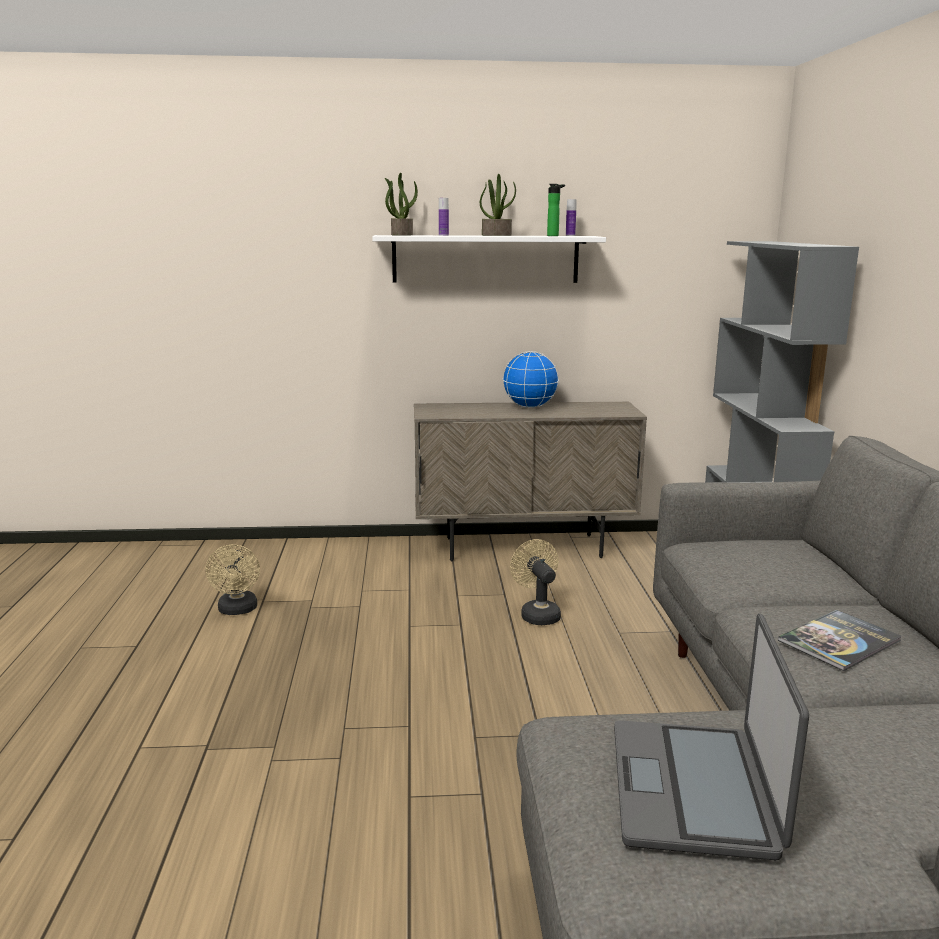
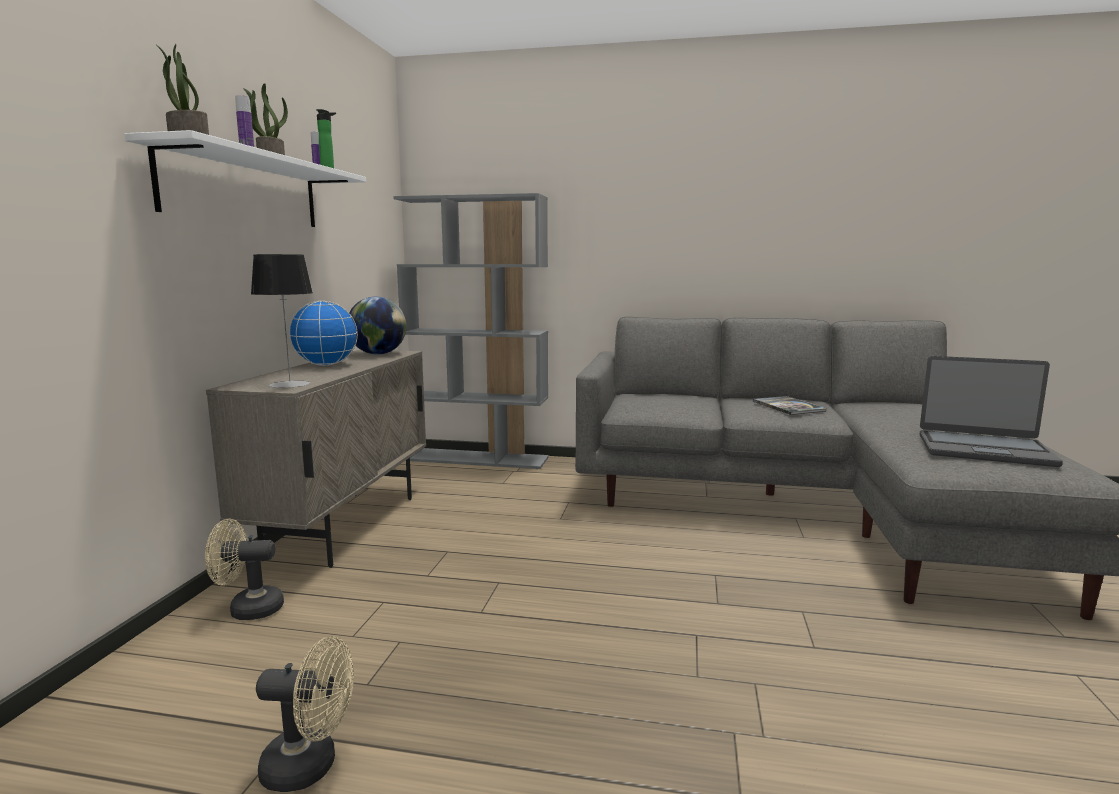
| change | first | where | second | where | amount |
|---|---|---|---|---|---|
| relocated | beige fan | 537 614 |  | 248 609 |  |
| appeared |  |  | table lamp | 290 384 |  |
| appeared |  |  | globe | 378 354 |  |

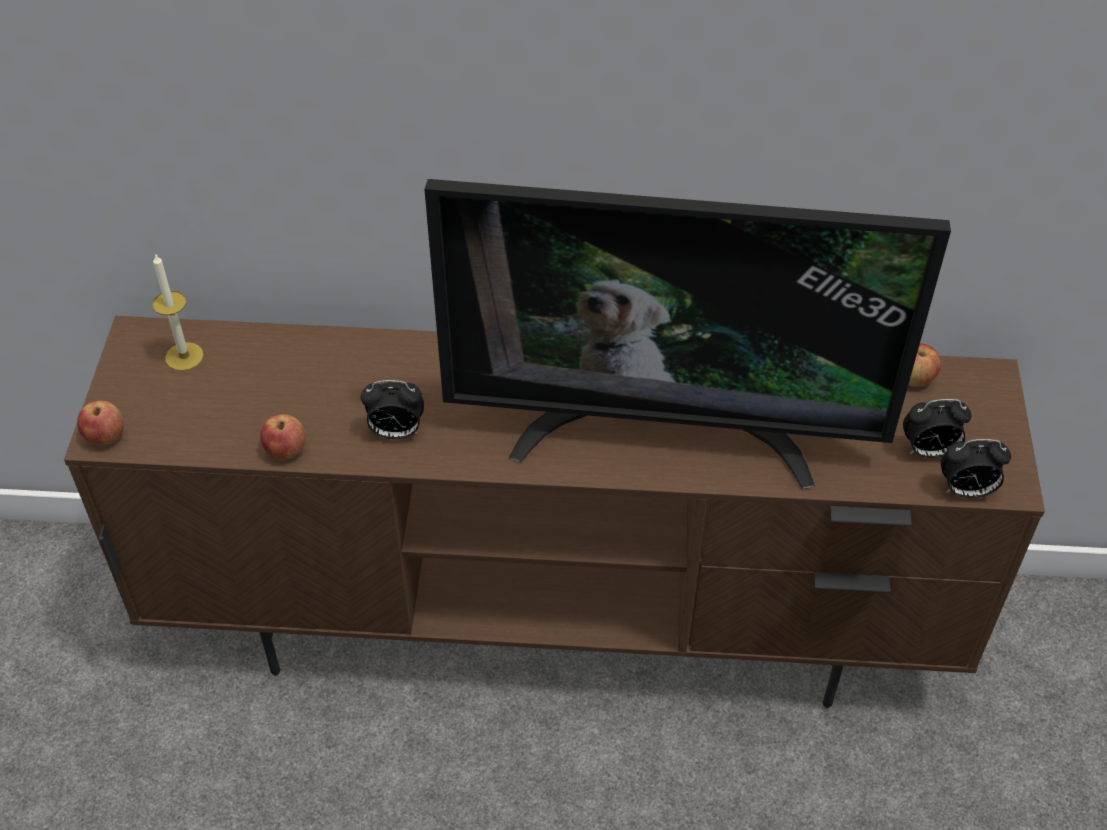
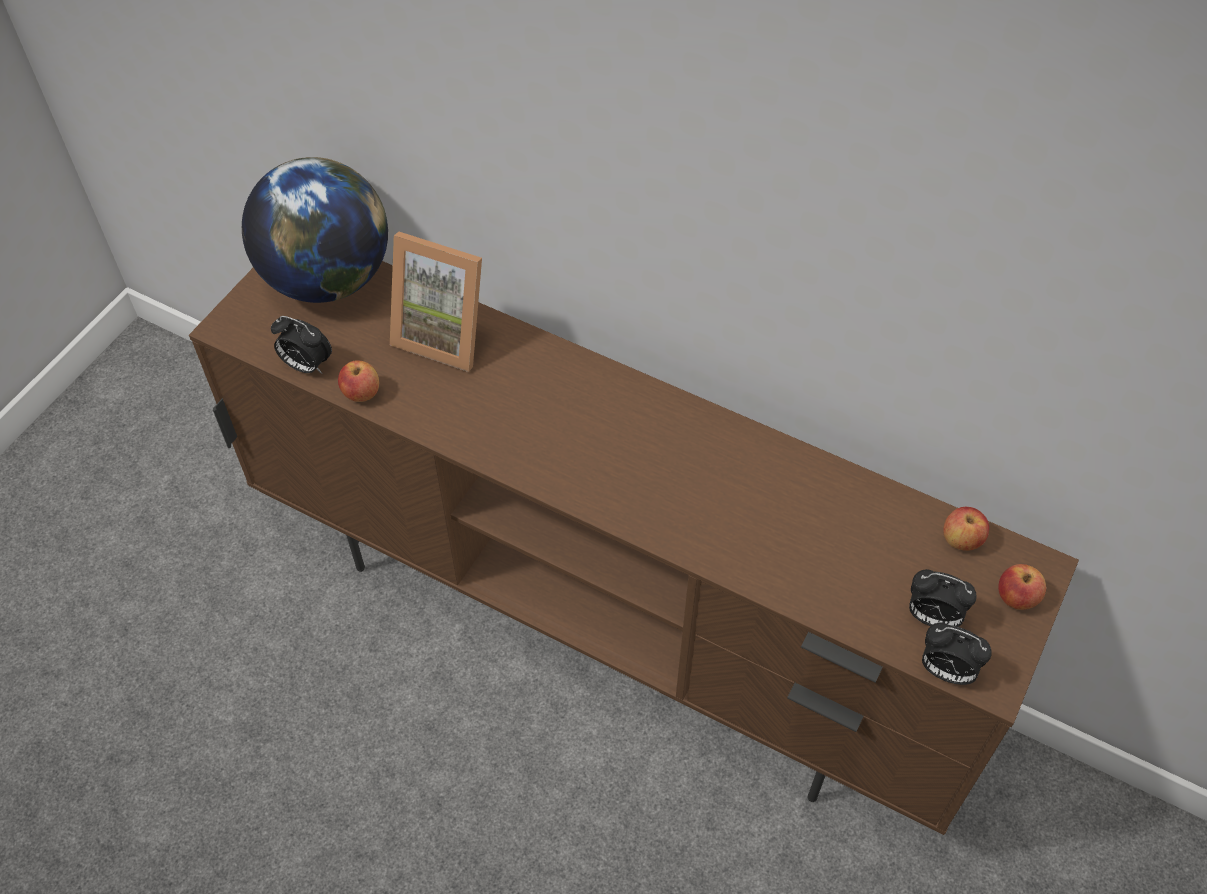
| change | first | where | second | where | amount |
|---|---|---|---|---|---|
| exchanged | candle | 184 356 | globe | 328 279 |  |
| relocated | alarm clock | 395 432 |  | 306 365 |  |
| appeared |  |  | picture frame | 445 333 |  |
| relocated | apple | 105 437 |  | 1015 598 |  |
| missing | television | 664 431 |  |  |  |

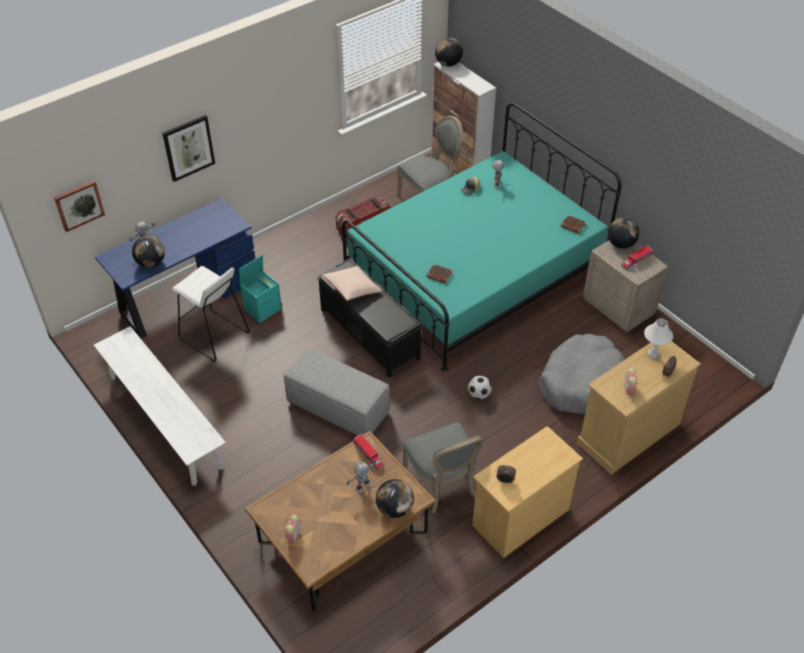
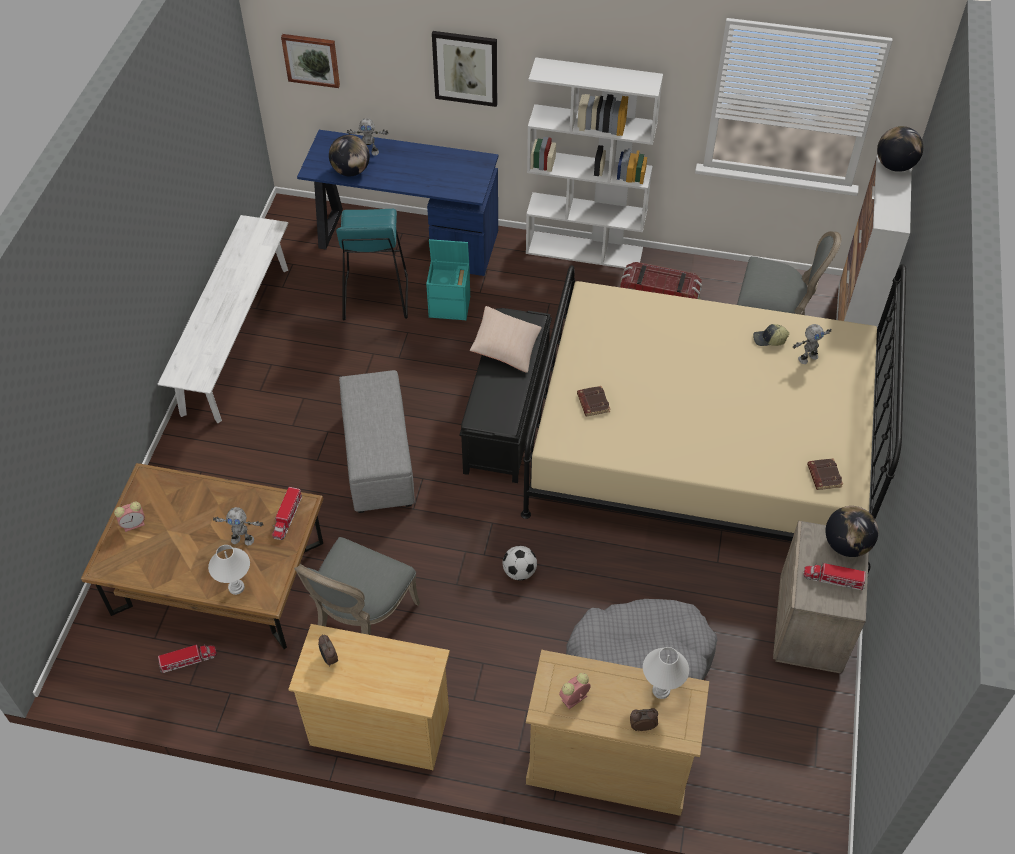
| change | first | where | second | where | amount |
|---|---|---|---|---|---|
| appeared |  |  | toy truck | 188 660 |  |
| exchanged | globe | 394 508 | white table lamp | 236 587 |  |
| colour | white stool | 214 336 | turquoise stool | 375 297 |  |
| colour | turquoise bed | 474 274 | beige bed | 699 446 |  |
| appeared |  |  | white bookcase | 585 250 |  |

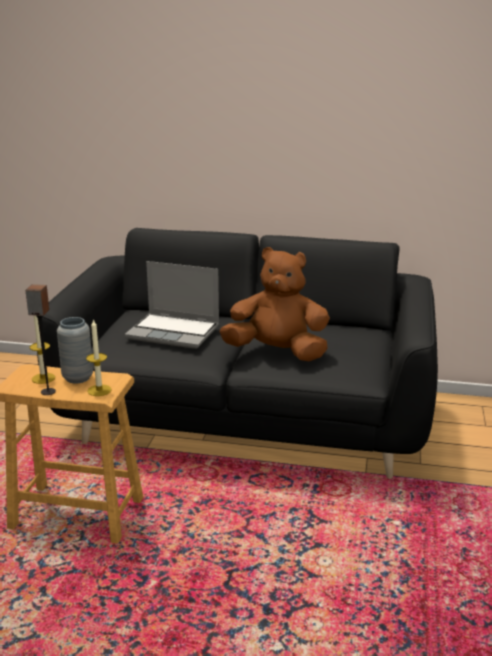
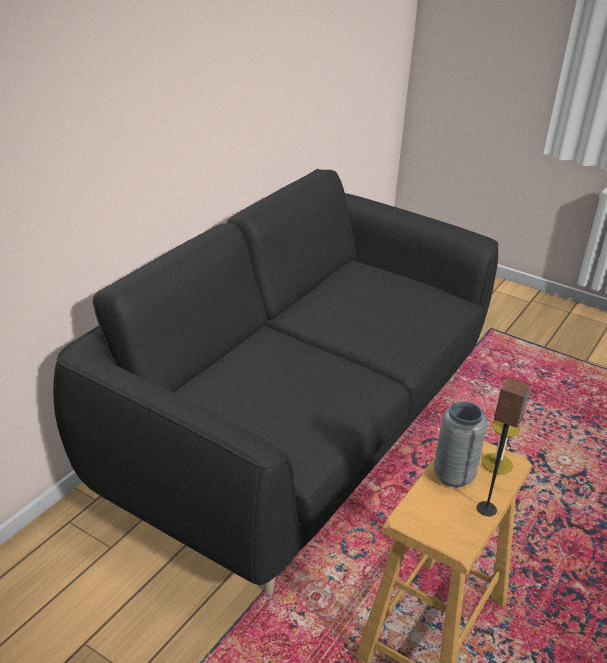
| change | first | where | second | where | amount |
|---|---|---|---|---|---|
| missing | candle | 43 378 |  |  |  |
| missing | laptop | 175 332 |  |  |  |
| missing | brown plush toy | 277 352 |  |  |  |

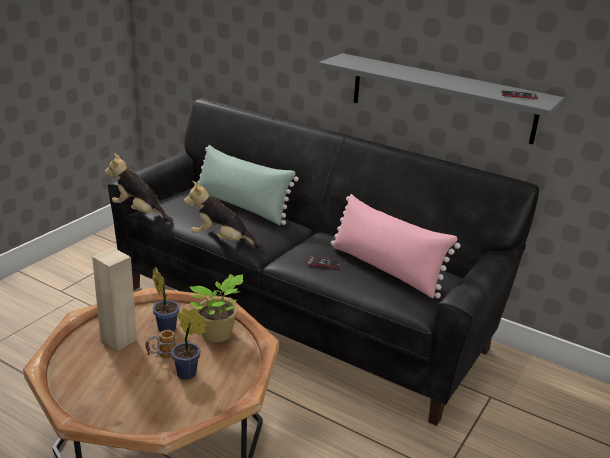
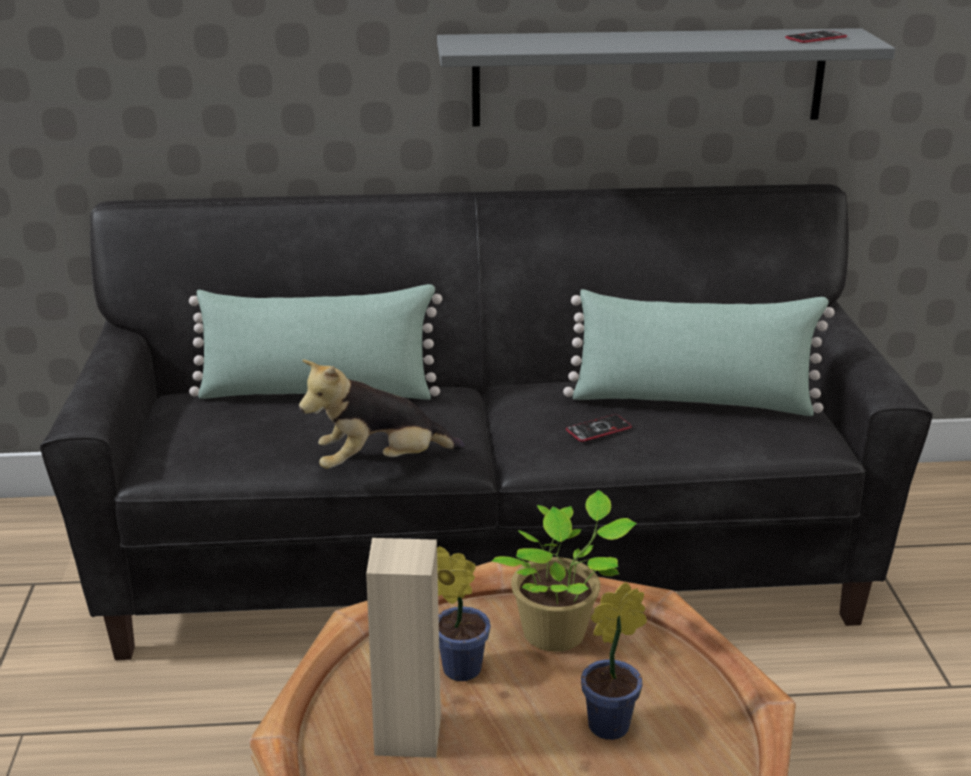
| change | first | where | second | where | amount |
|---|---|---|---|---|---|
| colour | pink pillow | 386 269 | green pillow | 692 401 |  |
| missing | plush toy | 139 212 |  |  |  |
| missing | mug | 161 357 |  |  |  |

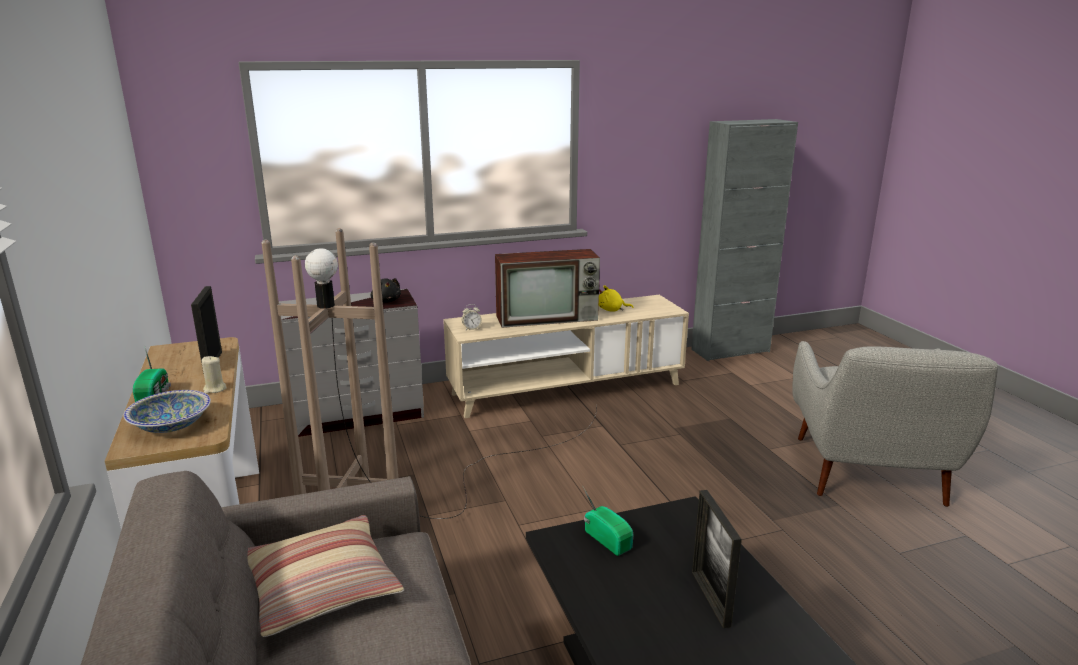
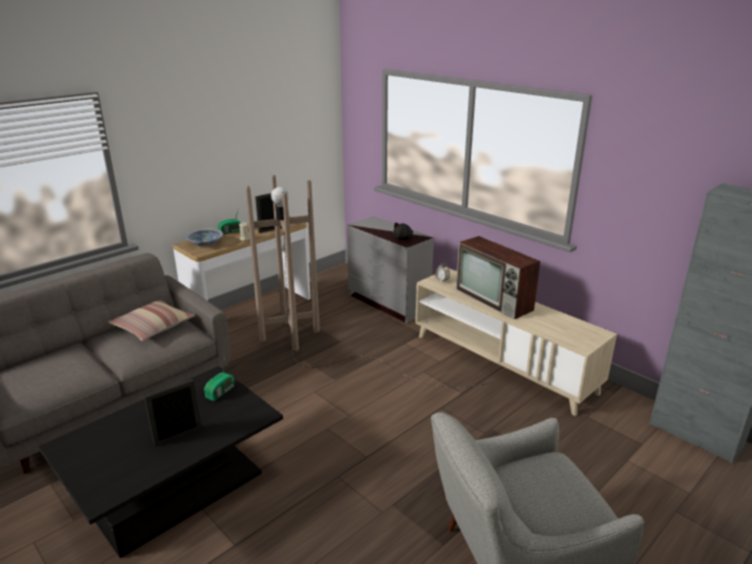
| change | first | where | second | where | amount |
|---|---|---|---|---|---|
| missing | yellow plush toy | 612 310 |  |  |  |

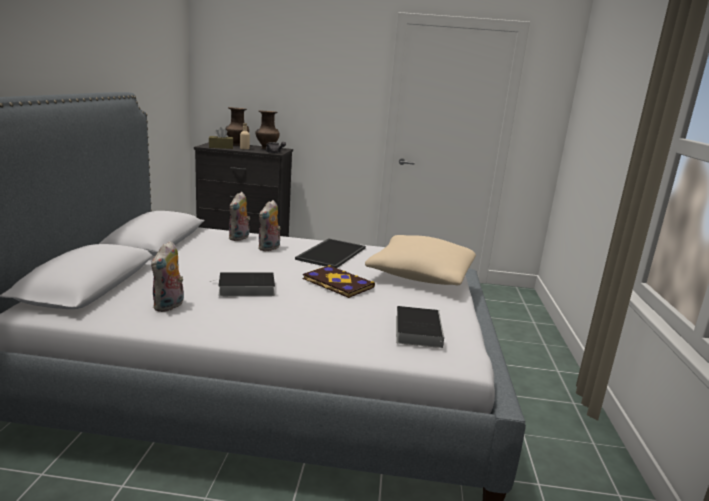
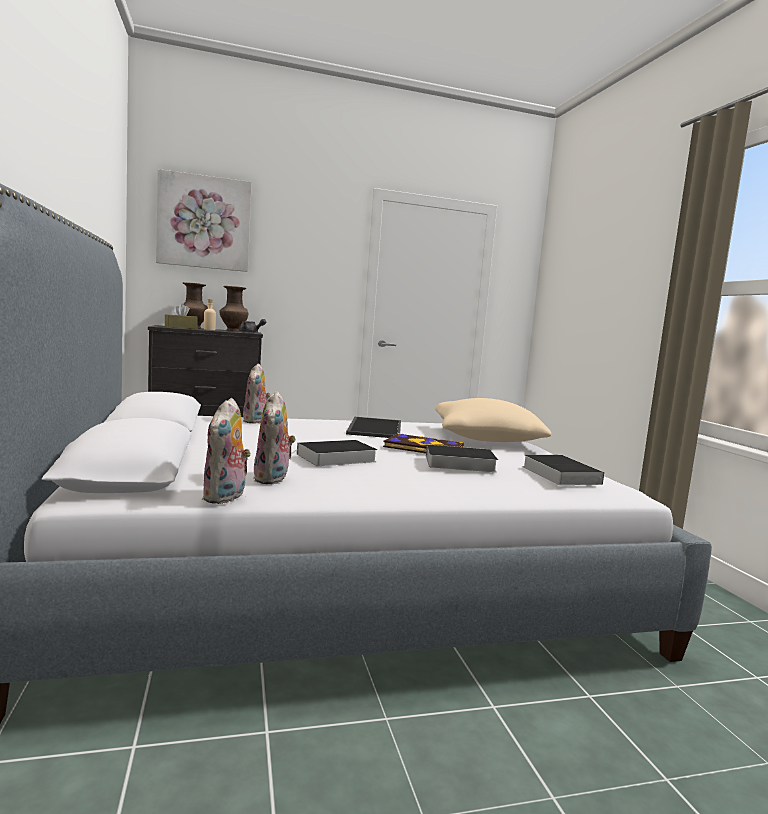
| change | first | where | second | where | amount |
|---|---|---|---|---|---|
| appeared |  |  | picture | 204 222 |  |
| relocated | plush toy | 269 248 |  | 226 497 |  |
| appeared |  |  | book | 457 463 |  |

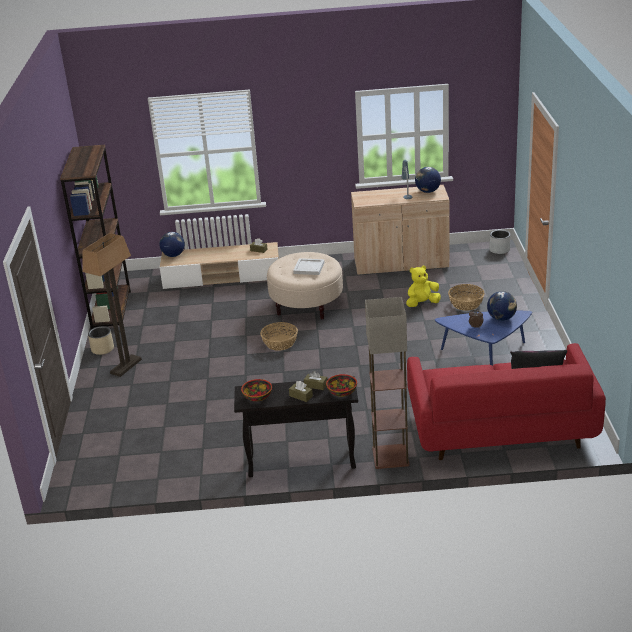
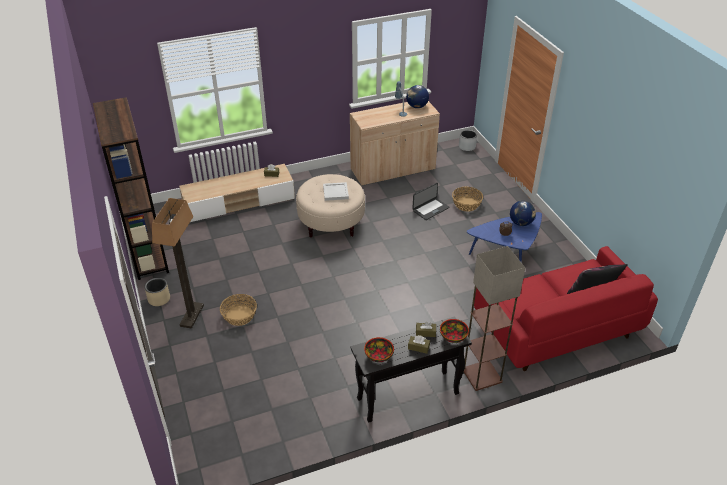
| change | first | where | second | where | amount |
|---|---|---|---|---|---|
| relocated | basket | 280 343 |  | 239 315 |  |
| exchanged | yellow plush toy | 422 304 | laptop | 430 209 |  |
| missing | globe | 173 255 |  |  |  |

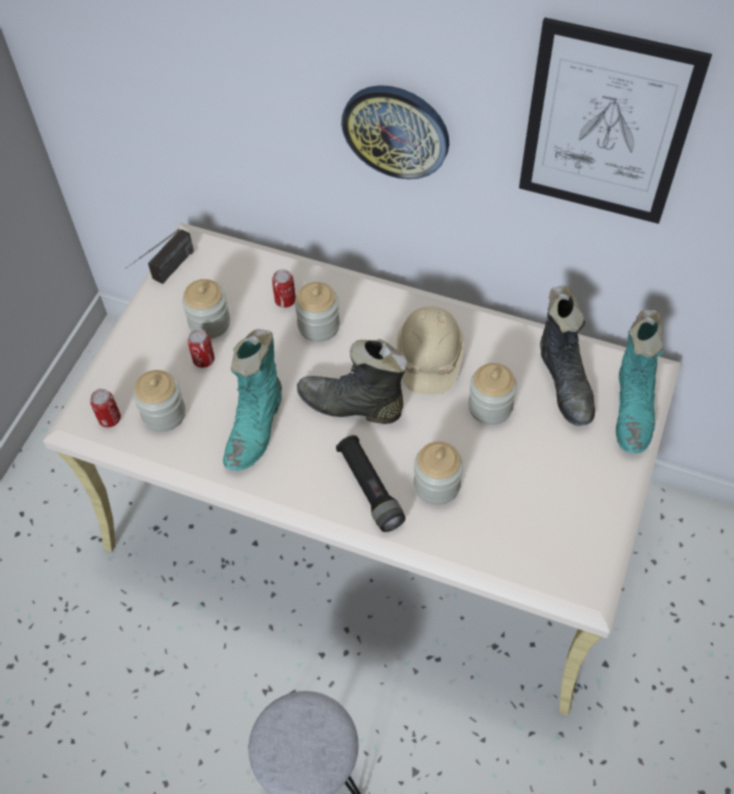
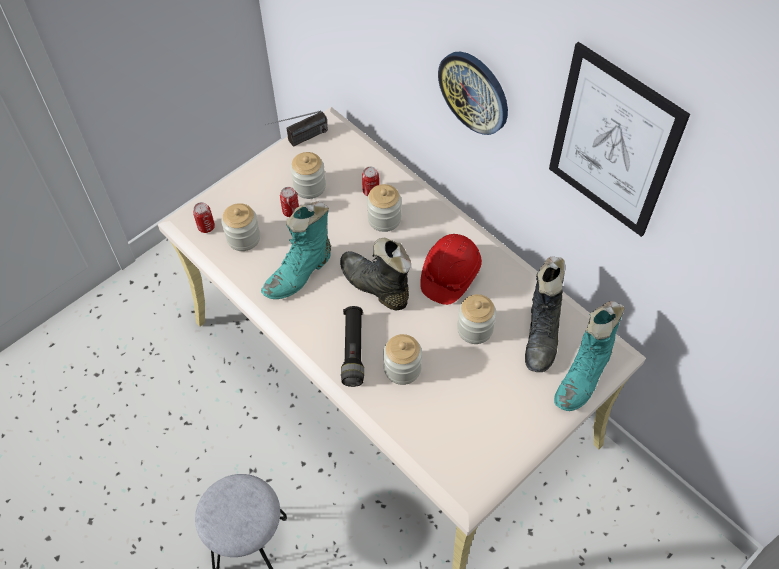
| change | first | where | second | where | amount |
|---|---|---|---|---|---|
| colour | beige hard hat | 428 359 | red hard hat | 449 275 |  |

